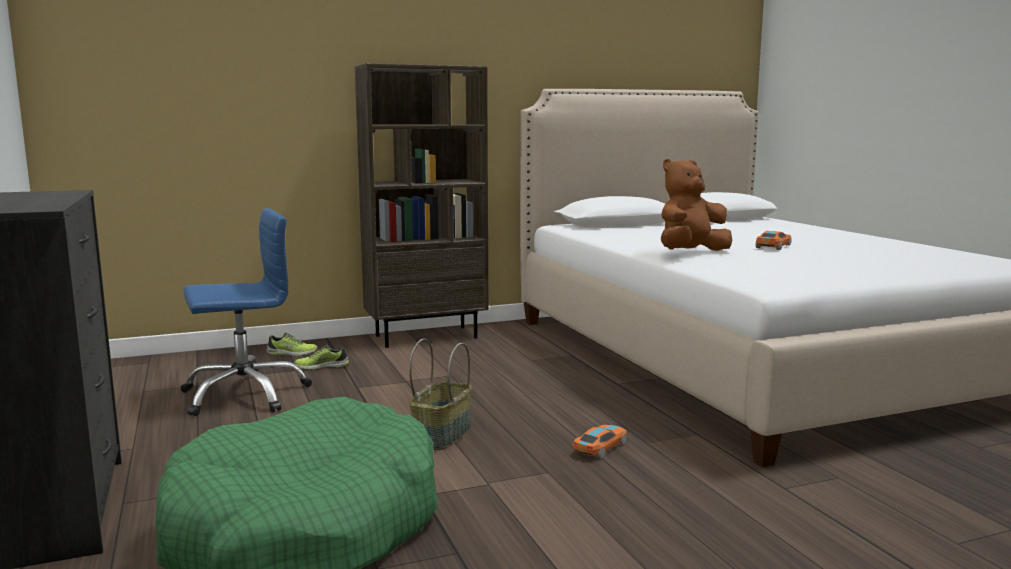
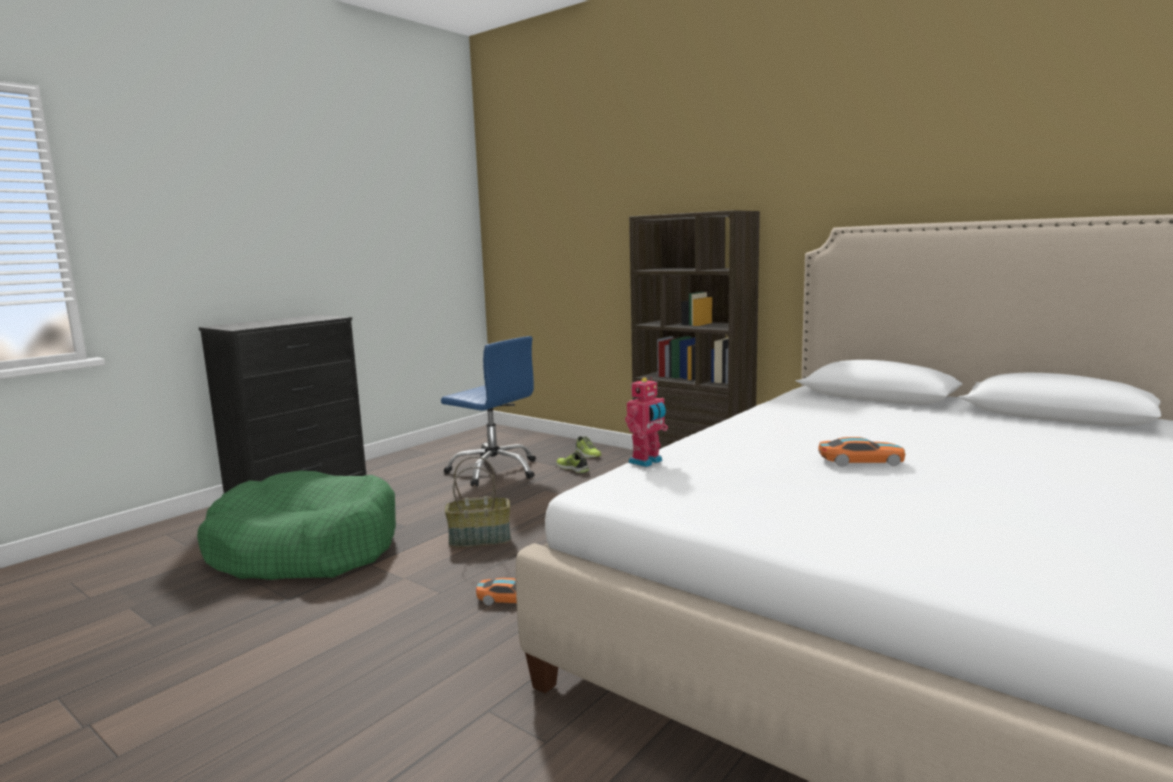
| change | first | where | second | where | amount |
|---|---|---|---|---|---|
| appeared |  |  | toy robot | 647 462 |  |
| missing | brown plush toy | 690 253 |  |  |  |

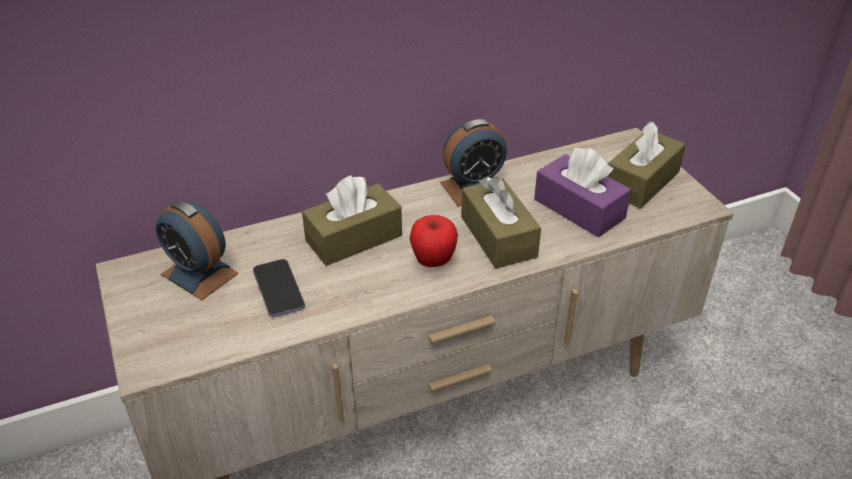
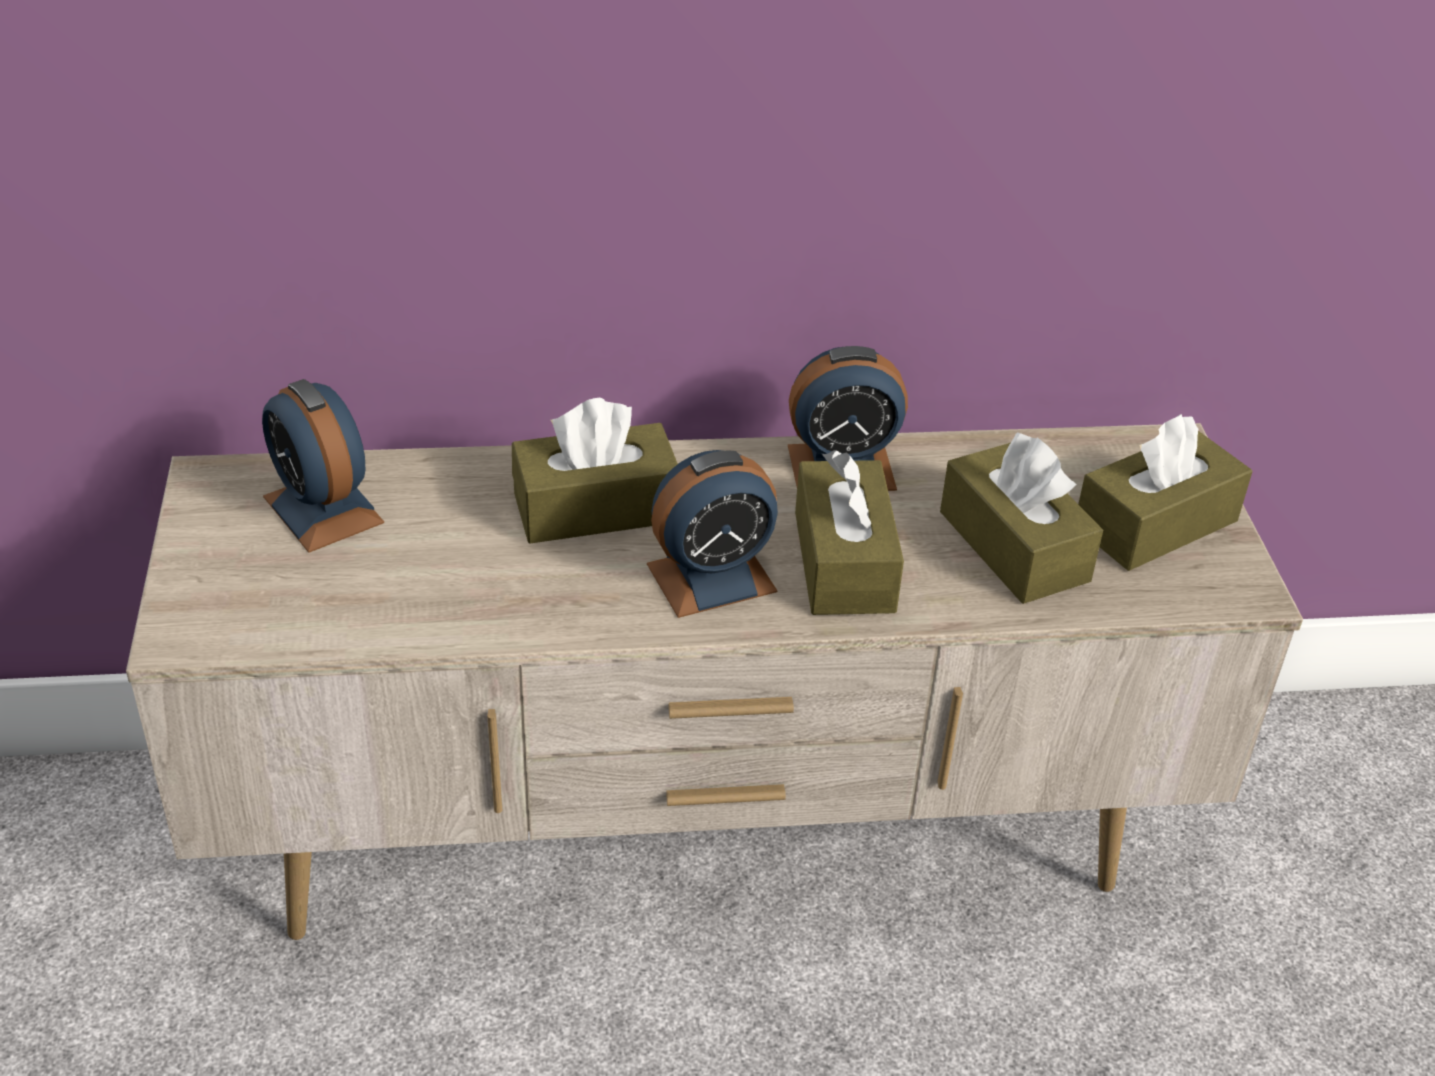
| change | first | where | second | where | amount |
|---|---|---|---|---|---|
| exchanged | apple | 433 261 | alarm clock | 711 578 |  |
| colour | purple tissue box | 579 209 | brown tissue box | 1014 546 |  |
| missing | phone | 278 289 |  |  |  |

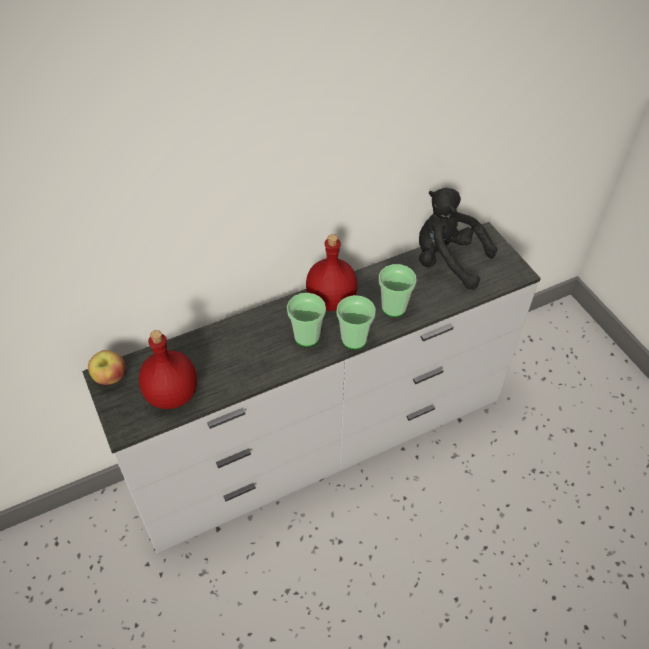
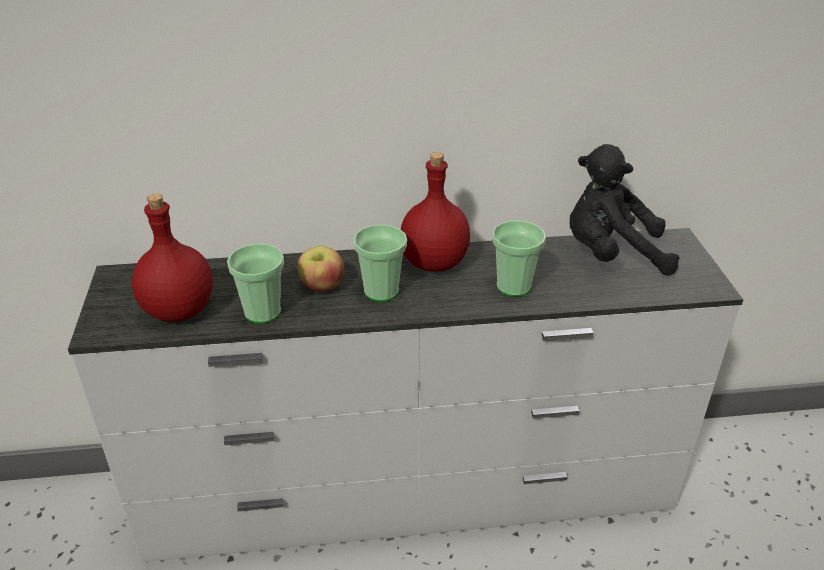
| change | first | where | second | where | amount |
|---|---|---|---|---|---|
| relocated | cup | 354 339 |  | 262 312 |  |
| relocated | apple | 110 377 |  | 322 286 |  |
| spun | black plush toy | 447 261 |  | 611 255 | 45 degrees counterclockwise |

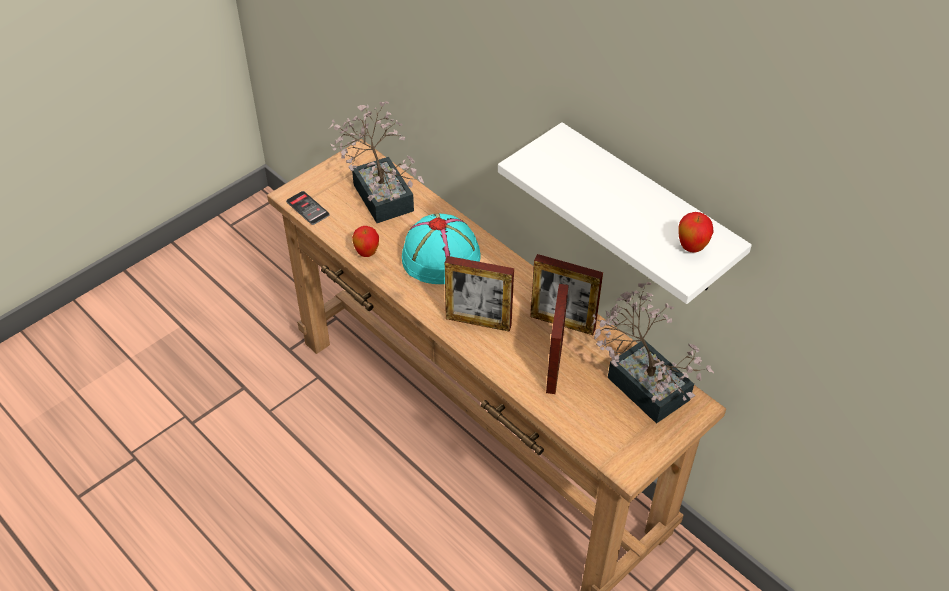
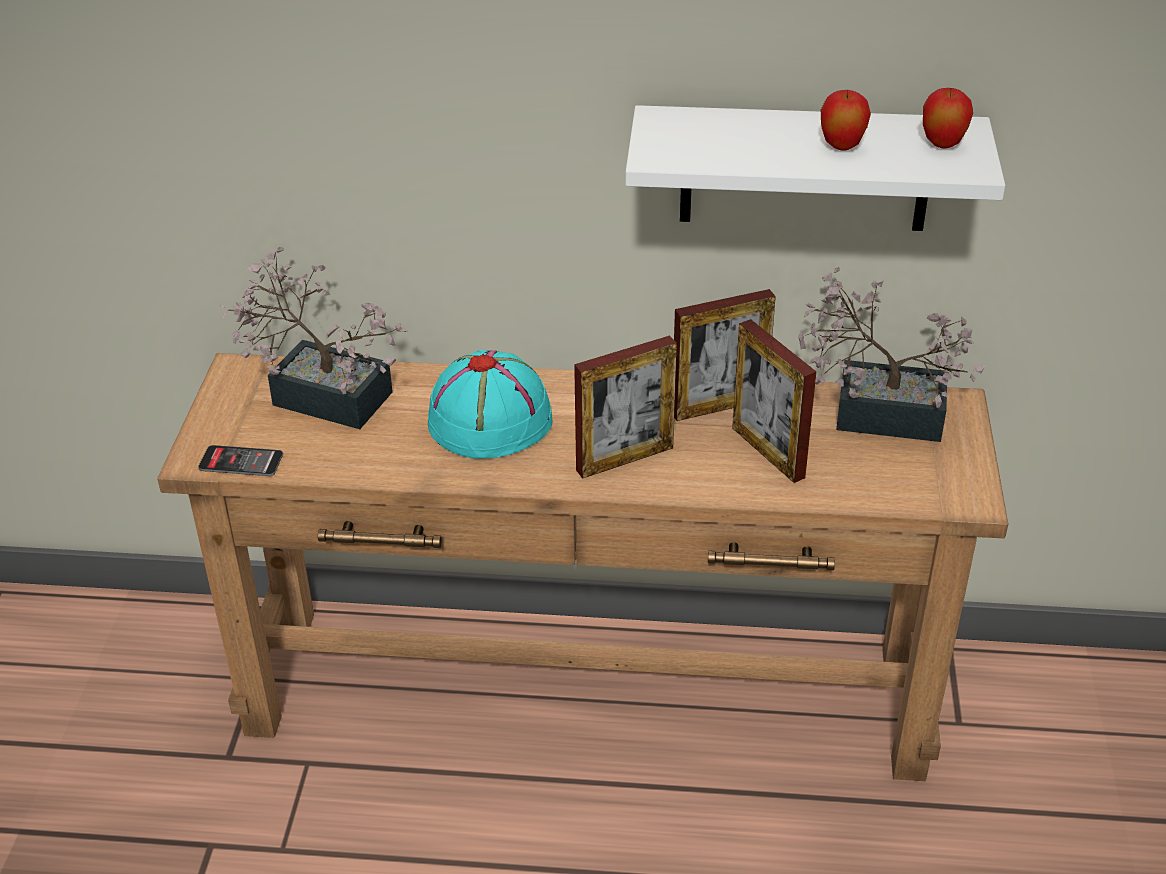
| change | first | where | second | where | amount |
|---|---|---|---|---|---|
| relocated | apple | 367 253 |  | 841 147 |  |

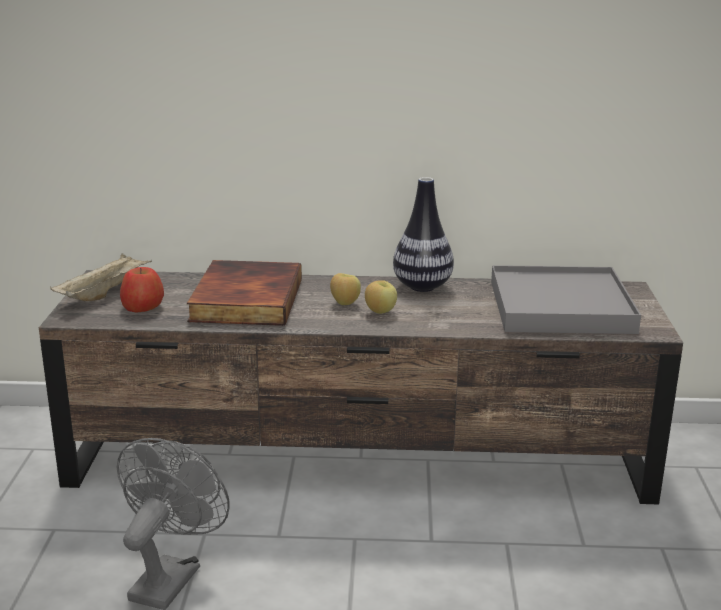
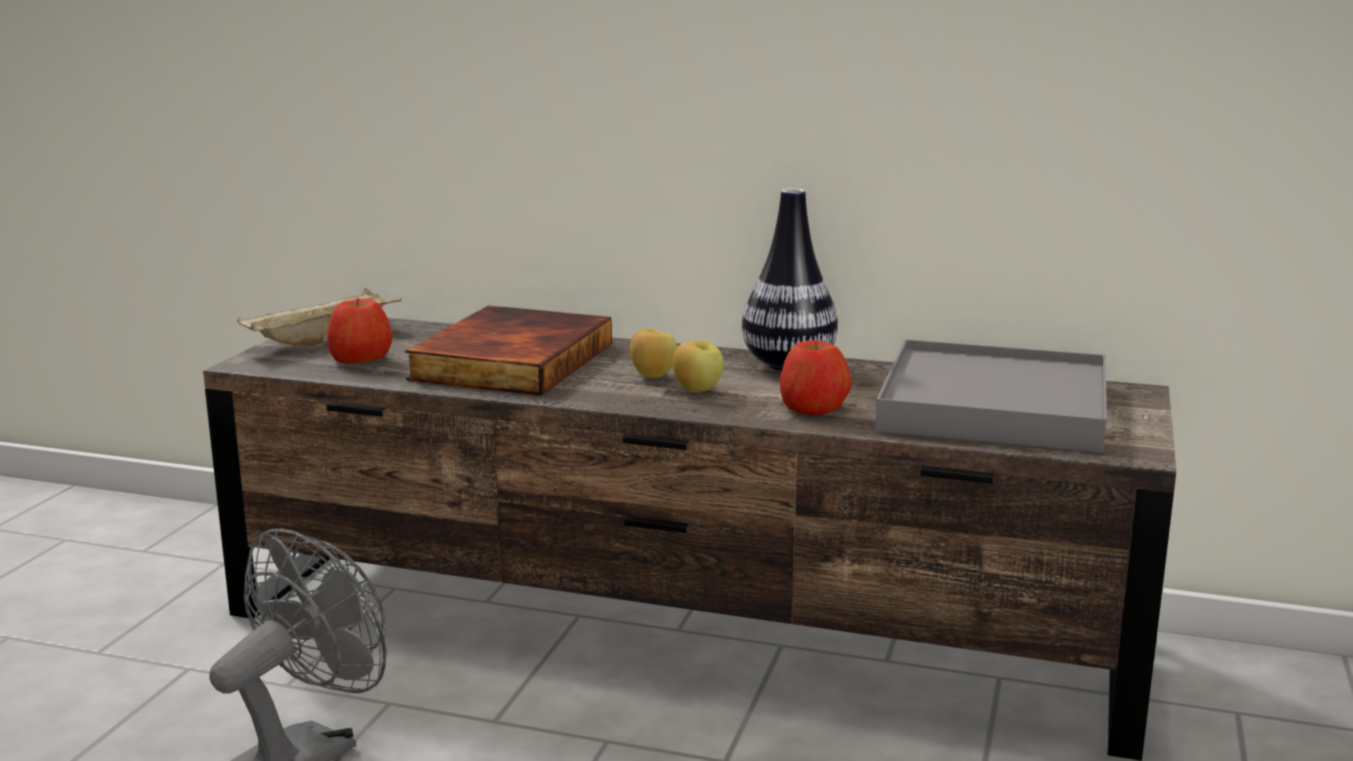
| change | first | where | second | where | amount |
|---|---|---|---|---|---|
| appeared |  |  | apple | 813 408 |  |

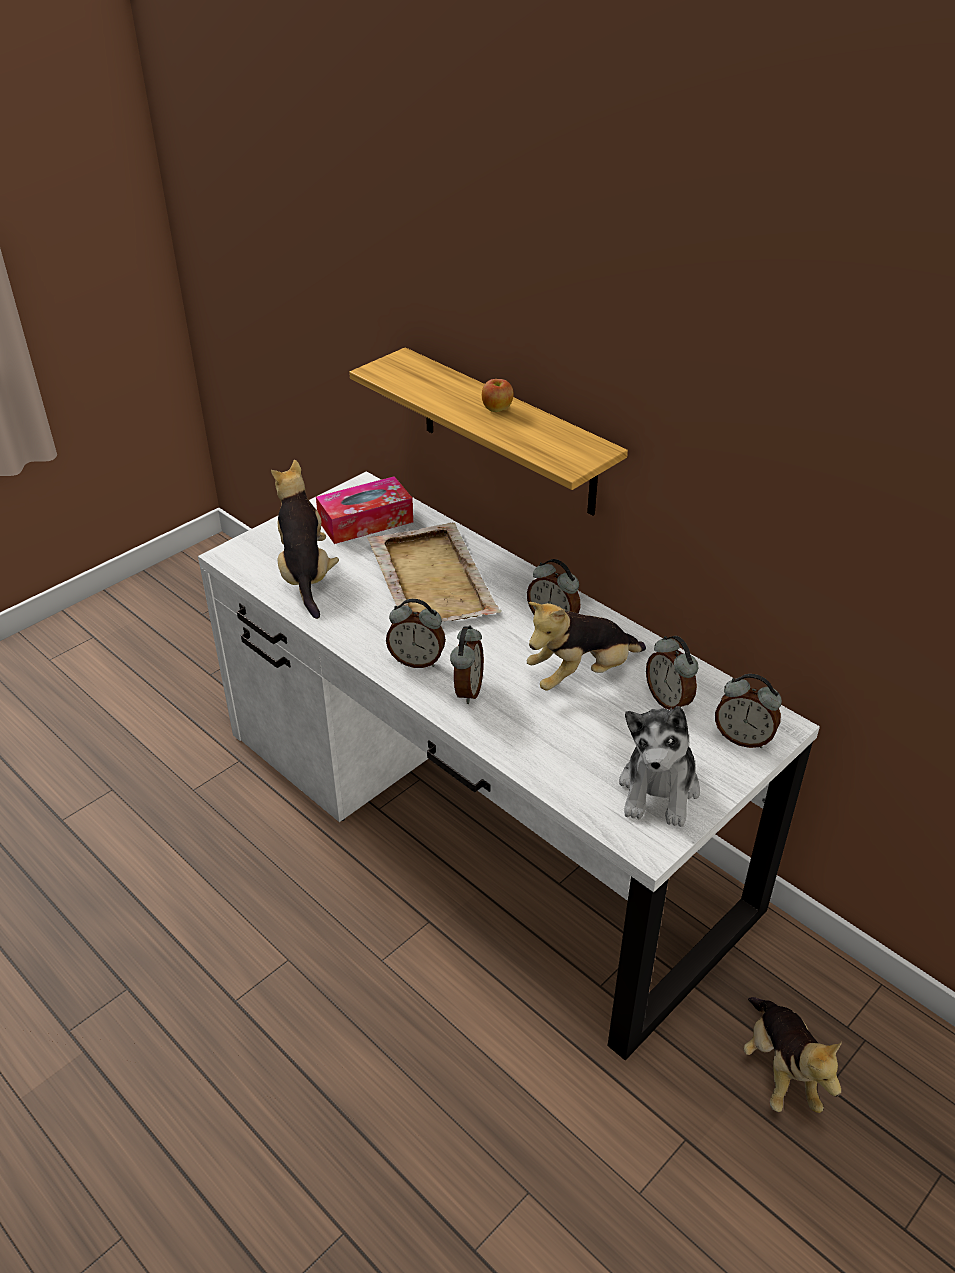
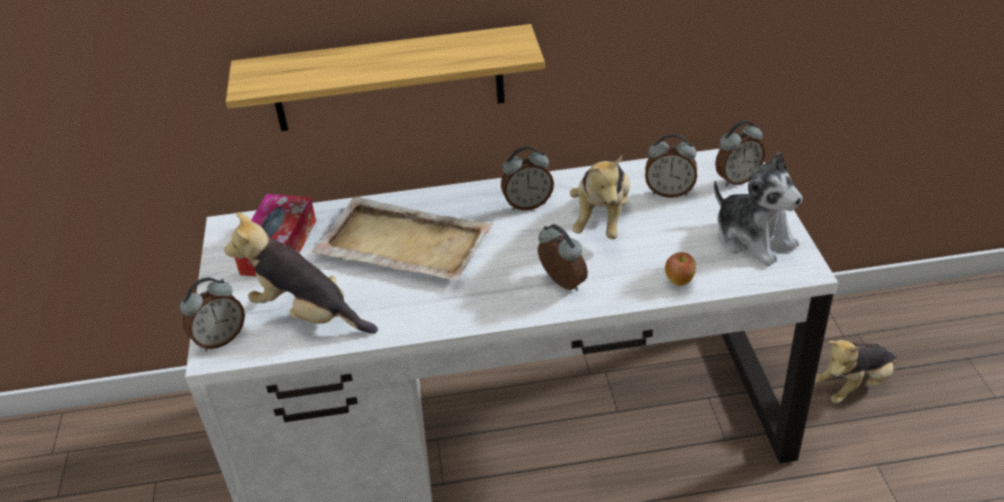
| change | first | where | second | where | amount |
|---|---|---|---|---|---|
| relocated | alarm clock | 417 660 |  | 220 339 |  |
| relocated | apple | 497 409 |  | 680 280 |  |
| spun | plush toy | 780 1069 |  | 854 386 | 120 degrees clockwise |

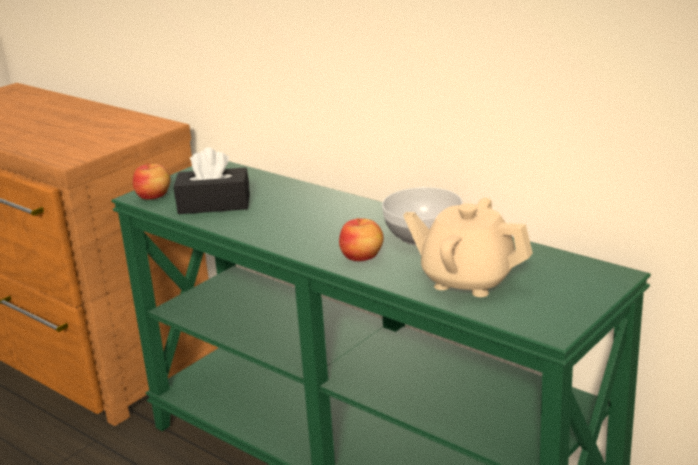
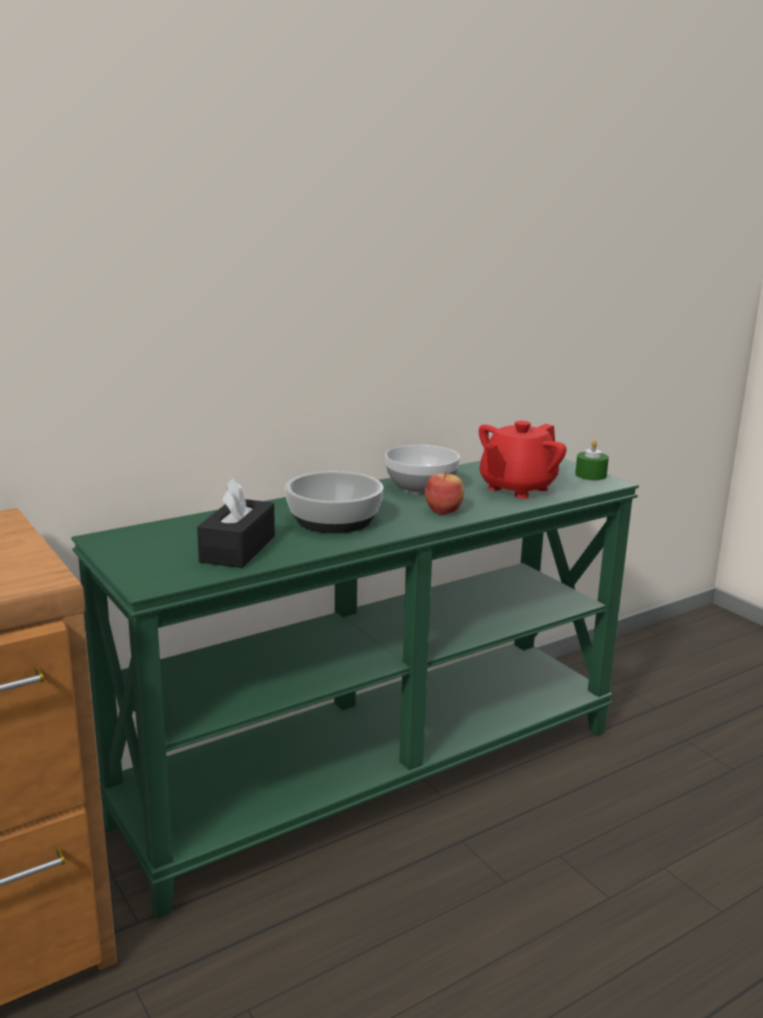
| change | first | where | second | where | amount |
|---|---|---|---|---|---|
| appeared |  |  | bowl | 332 520 |  |
| colour | beige teapot | 467 280 | red teapot | 517 488 |  |
| appeared |  |  | green candle | 590 475 |  |
| missing | apple | 154 196 |  |  |  |

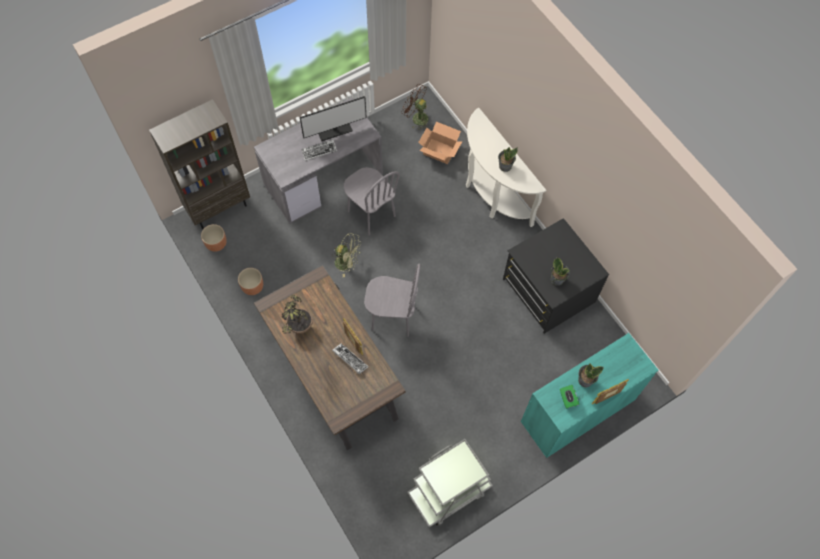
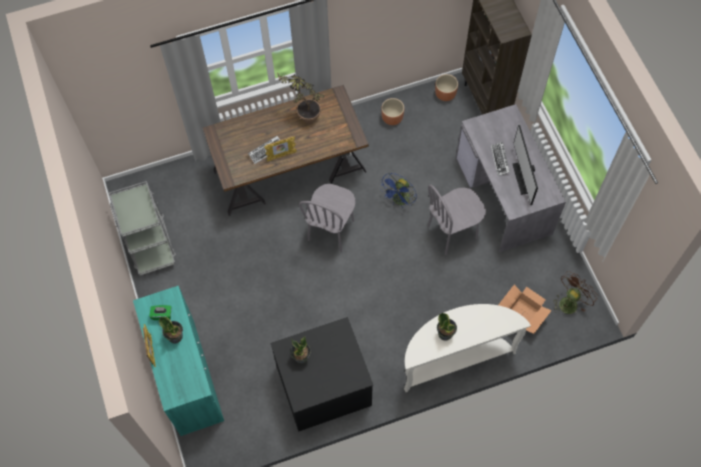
| change | first | where | second | where | amount |
|---|---|---|---|---|---|
| colour | green fan | 347 263 | blue fan | 399 201 |  |

